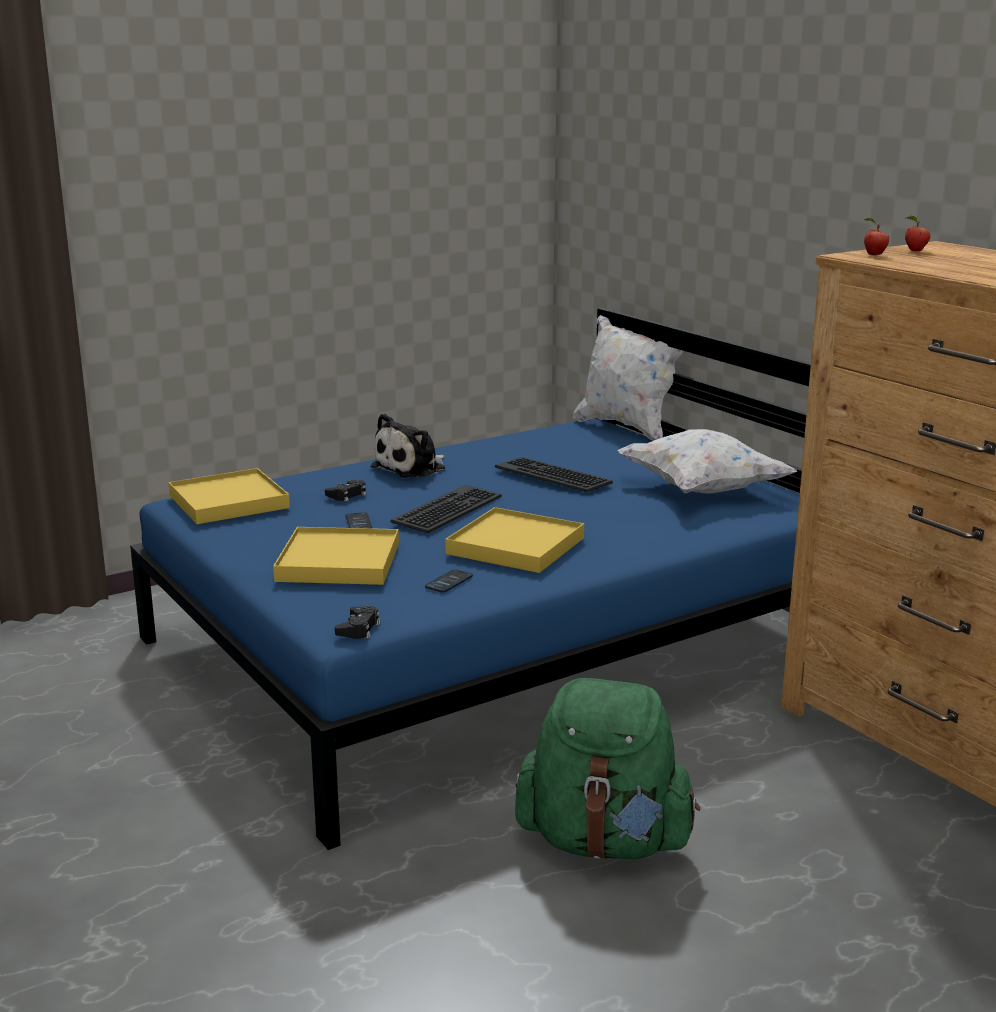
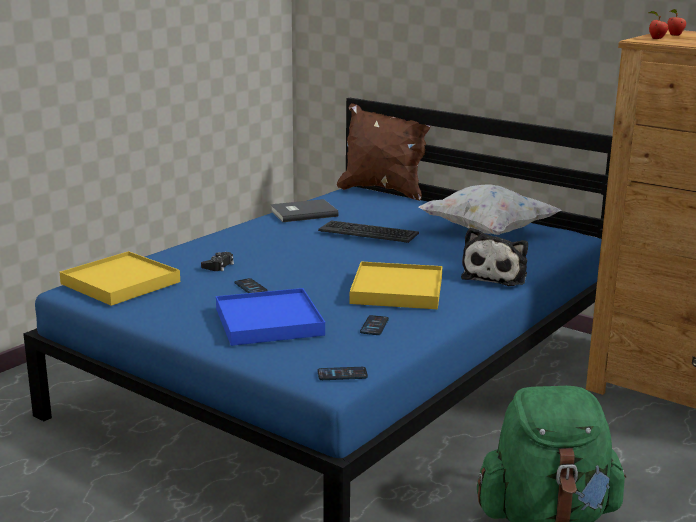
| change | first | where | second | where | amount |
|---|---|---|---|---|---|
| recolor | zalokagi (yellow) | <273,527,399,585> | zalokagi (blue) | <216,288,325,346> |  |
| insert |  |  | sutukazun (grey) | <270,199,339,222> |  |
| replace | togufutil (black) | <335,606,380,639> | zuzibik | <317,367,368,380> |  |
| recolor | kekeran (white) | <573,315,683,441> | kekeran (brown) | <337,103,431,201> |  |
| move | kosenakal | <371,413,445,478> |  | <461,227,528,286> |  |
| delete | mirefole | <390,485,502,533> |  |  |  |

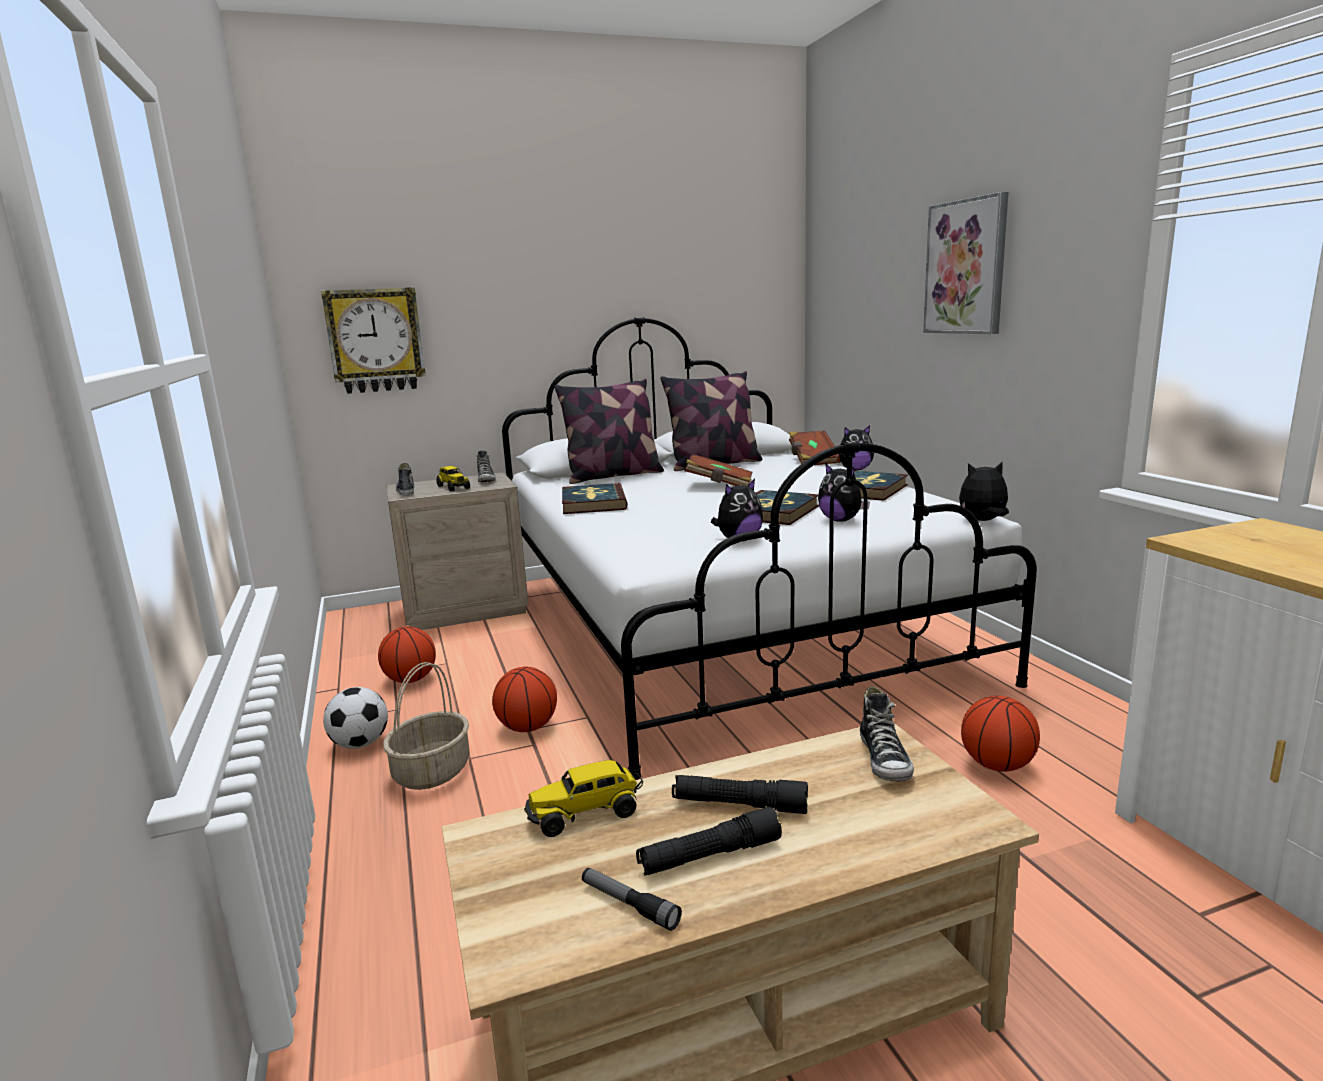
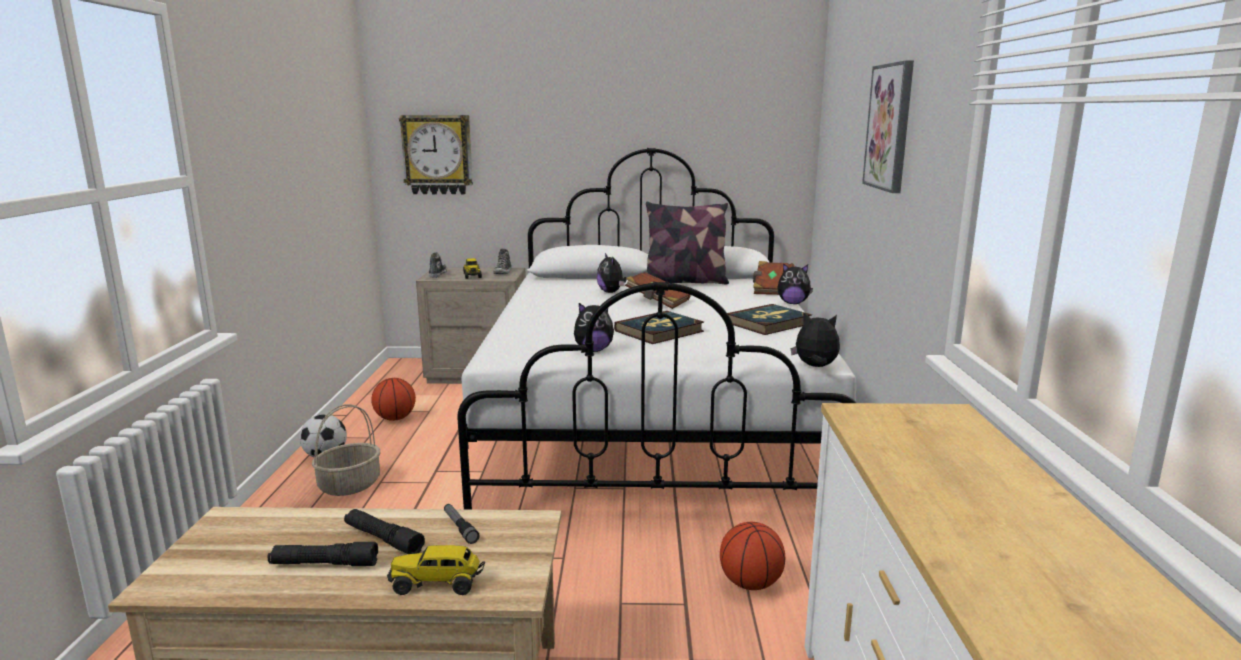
| change | first | where | second | where | amount |
|---|---|---|---|---|---|
| move | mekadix | <524,760,643,837> |  | <387,545,485,595> |  |
| move | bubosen | <582,868,682,931> |  | <444,504,480,544> |  |
| move | kosenakal | <818,463,870,522> |  | <597,253,627,293> |  |
| delete | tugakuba | <492,666,557,732> |  |  |  |
| delete | kekeran | <554,379,664,484> |  |  |  |
| delete | sutukazun | <562,483,627,514> |  |  |  |
| delete | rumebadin | <860,686,914,782> |  |  |  |

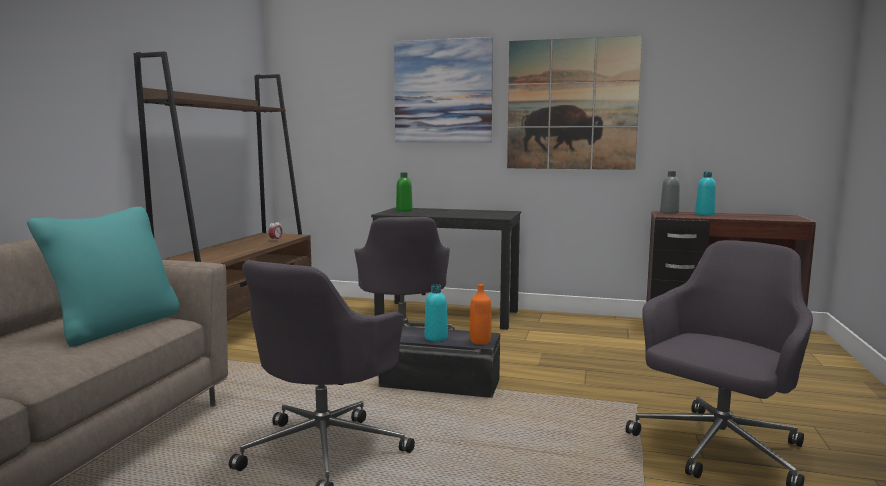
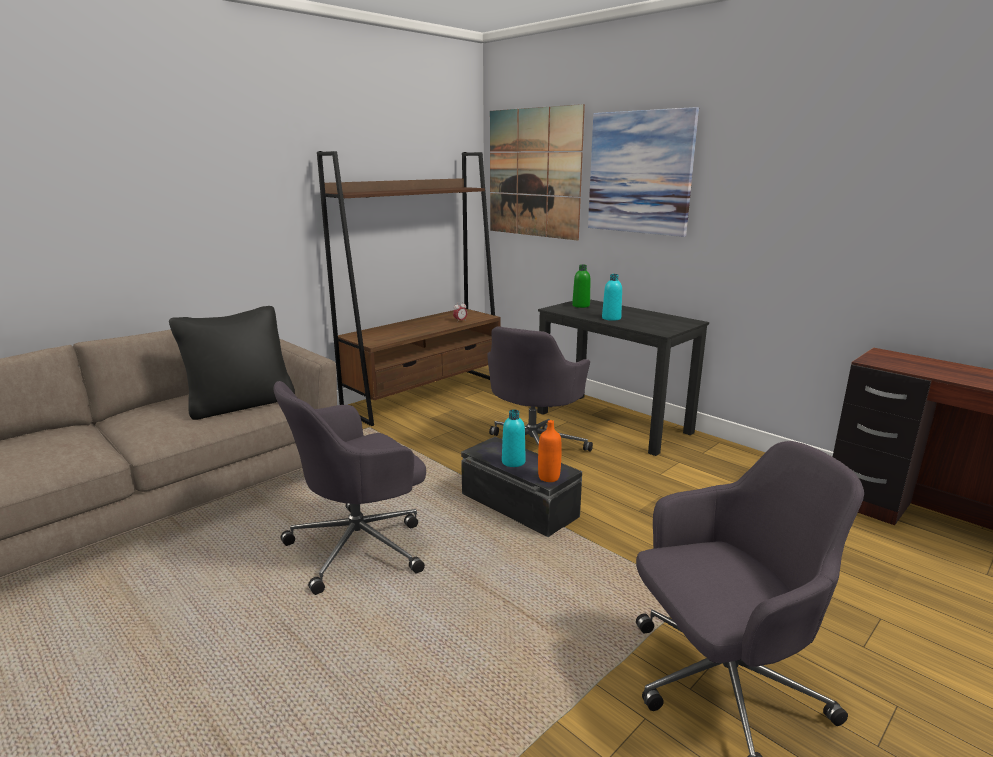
| change | first | where | second | where | amount |
|---|---|---|---|---|---|
| recolor | kekeran (turquoise) | <27,207,179,347> | kekeran (black) | <169,306,295,420> |  |
| move | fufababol | <507,35,642,170> |  | <490,104,585,241> |  |
| move | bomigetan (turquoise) | <695,172,716,215> |  | <602,274,622,321> |  |
| delete | bomigetan (grey) | <660,171,680,214> |  |  |  |

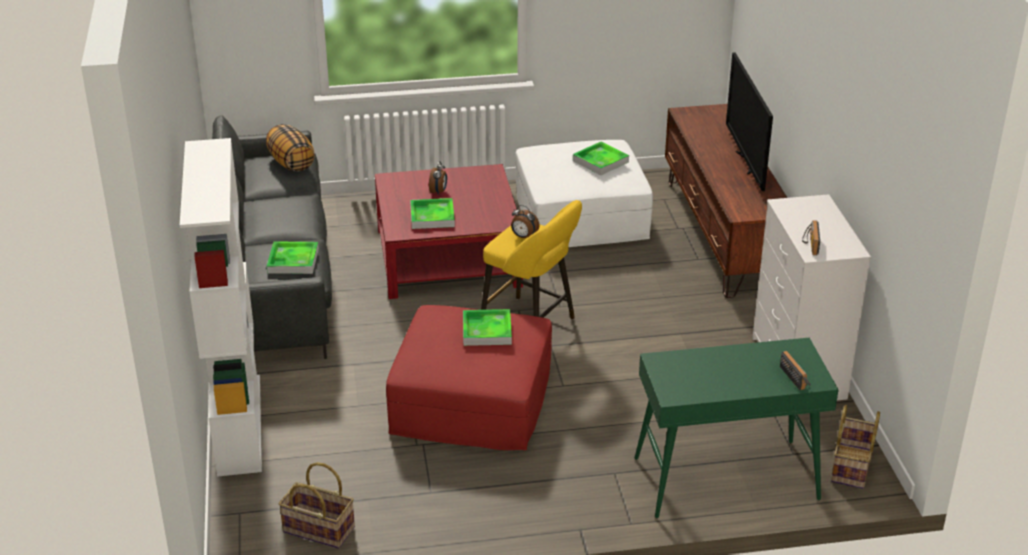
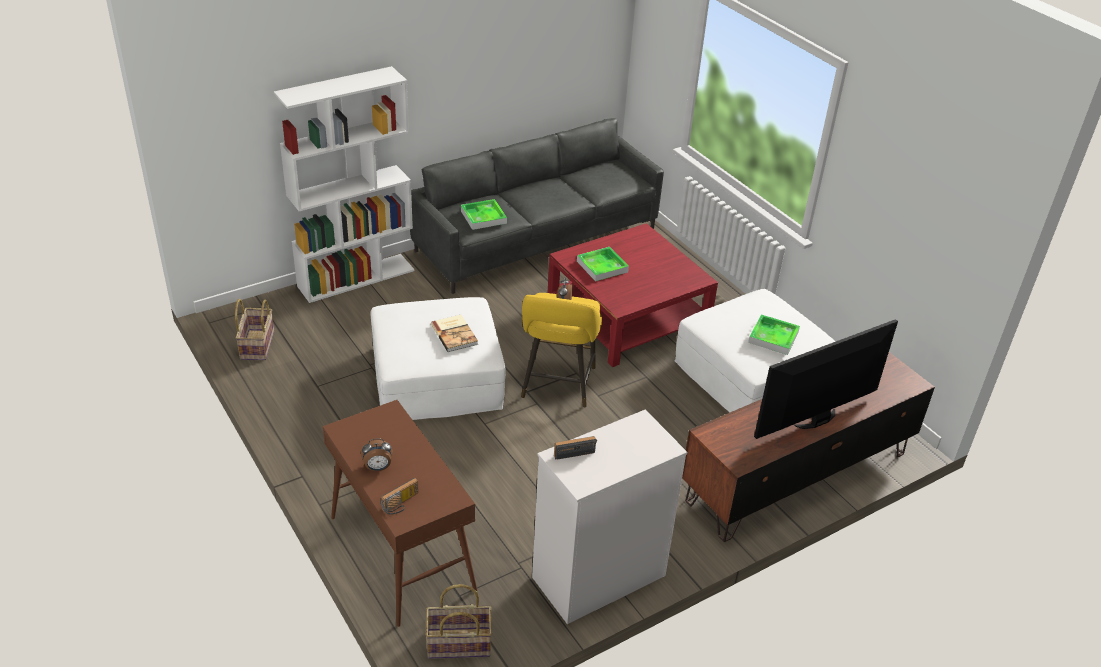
| change | first | where | second | where | amount |
|---|---|---|---|---|---|
| recolor | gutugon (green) | <635,338,839,518> | gutugon (brown) | <323,400,477,627> |  |
| move | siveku | <429,161,447,194> |  | <361,438,393,471> |  |
| recolor | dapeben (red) | <386,305,552,450> | dapeben (white) | <371,297,506,420> |  |
| replace | zalokagi | <463,309,512,346> | sutukazun | <431,315,478,352> |  |
| delete | kekeran | <266,125,315,171> |  |  |  |

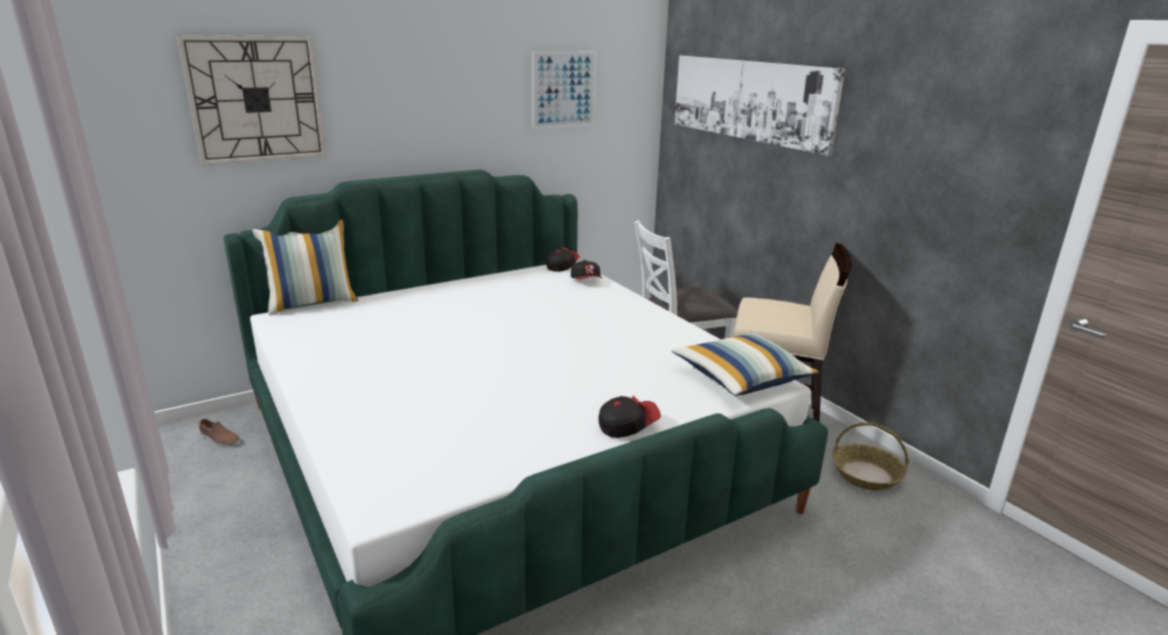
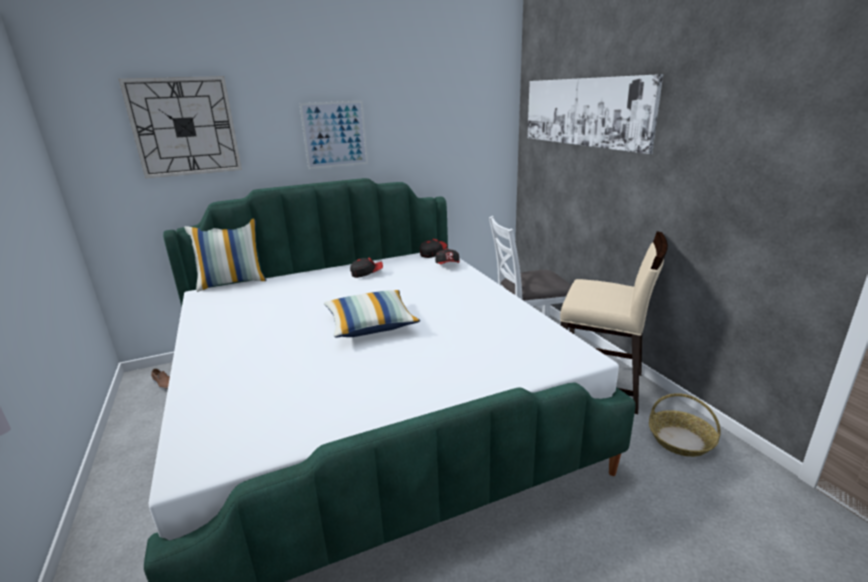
| change | first | where | second | where | amount |
|---|---|---|---|---|---|
| move | fufababol | <532,51,597,129> |  | <299,101,368,169> |  |
| move | kekeran | <672,332,819,396> |  | <324,290,420,337> |  |
| move | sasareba | <598,396,661,438> |  | <350,257,383,278> |  |

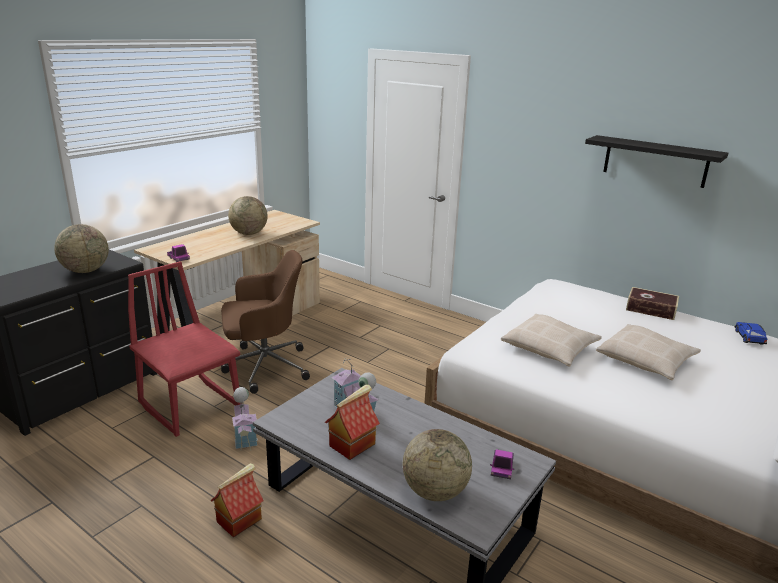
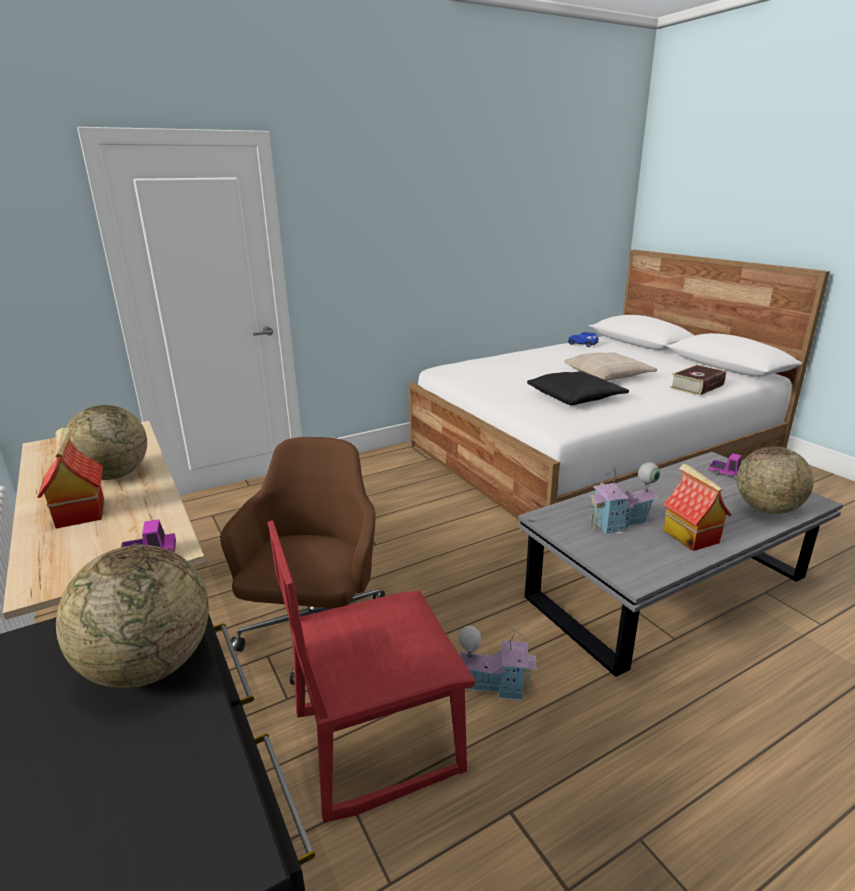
| change | first | where | second | where | amount |
|---|---|---|---|---|---|
| move | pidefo | <211,463,264,537> |  | <37,427,104,529> |  |
| recolor | kekeran (beige) | <501,314,602,366> | kekeran (black) | <527,371,629,406> |  |
| move | sutukazun | <626,287,679,320> |  | <670,365,726,396> |  |
| delete | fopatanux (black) | <585,135,728,188> |  |  |  |

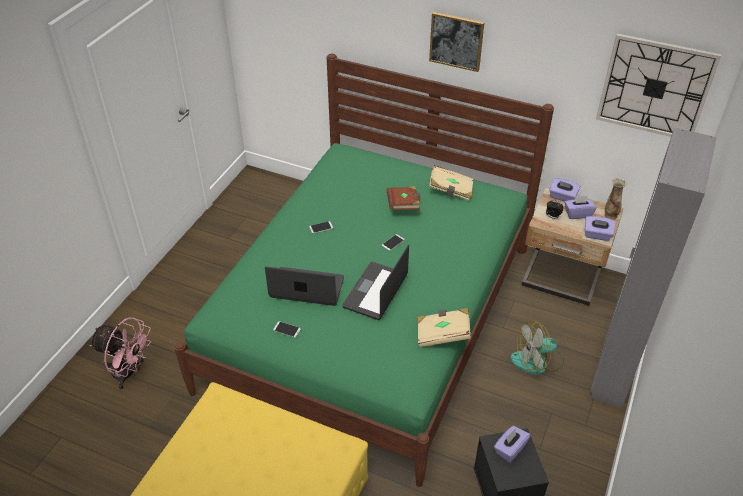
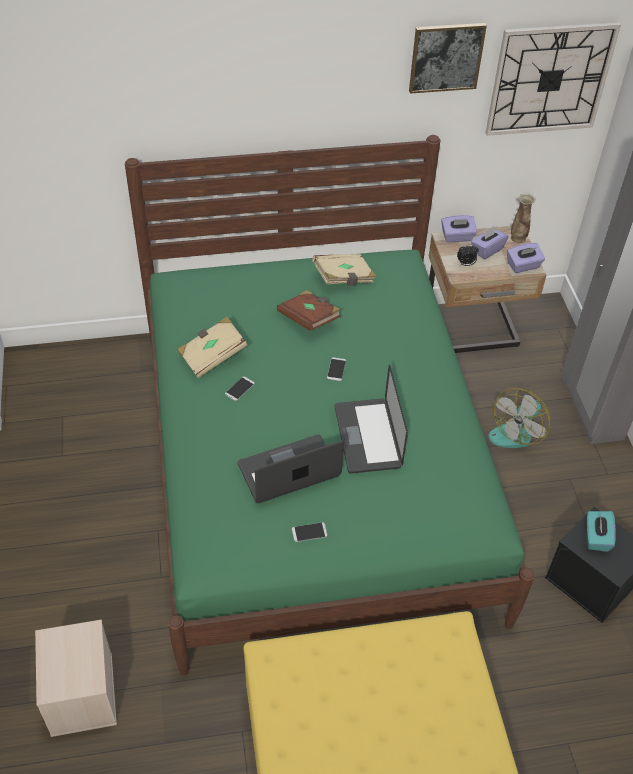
| change | first | where | second | where | amount |
|---|---|---|---|---|---|
| replace | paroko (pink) | <90,317,151,389> | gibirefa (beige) | <35,619,117,737> |  |
| move | sutukazun (beige) | <417,308,471,347> |  | <177,317,247,378> |  |
| move | fufababol | <429,12,485,72> |  | <409,23,487,94> |  |
| recolor | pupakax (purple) | <494,426,531,463> | pupakax (turquoise) | <587,511,616,552> |  |

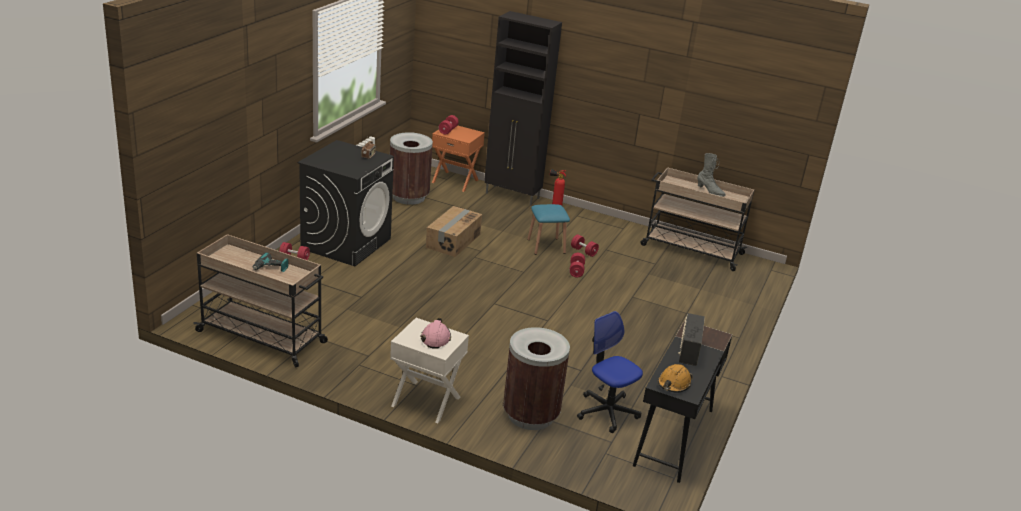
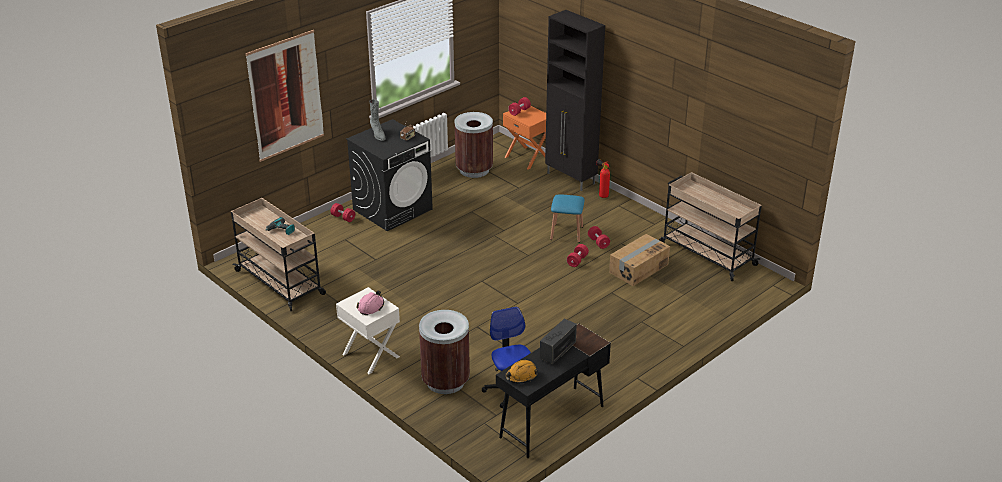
| change | first | where | second | where | amount |
|---|---|---|---|---|---|
| insert |  |  | fufababol | <246,30,324,162> |  |
| move | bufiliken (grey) | <697,153,726,197> |  | <369,100,386,141> |  |
| move | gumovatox | <426,206,482,257> |  | <609,234,670,286> |  |

